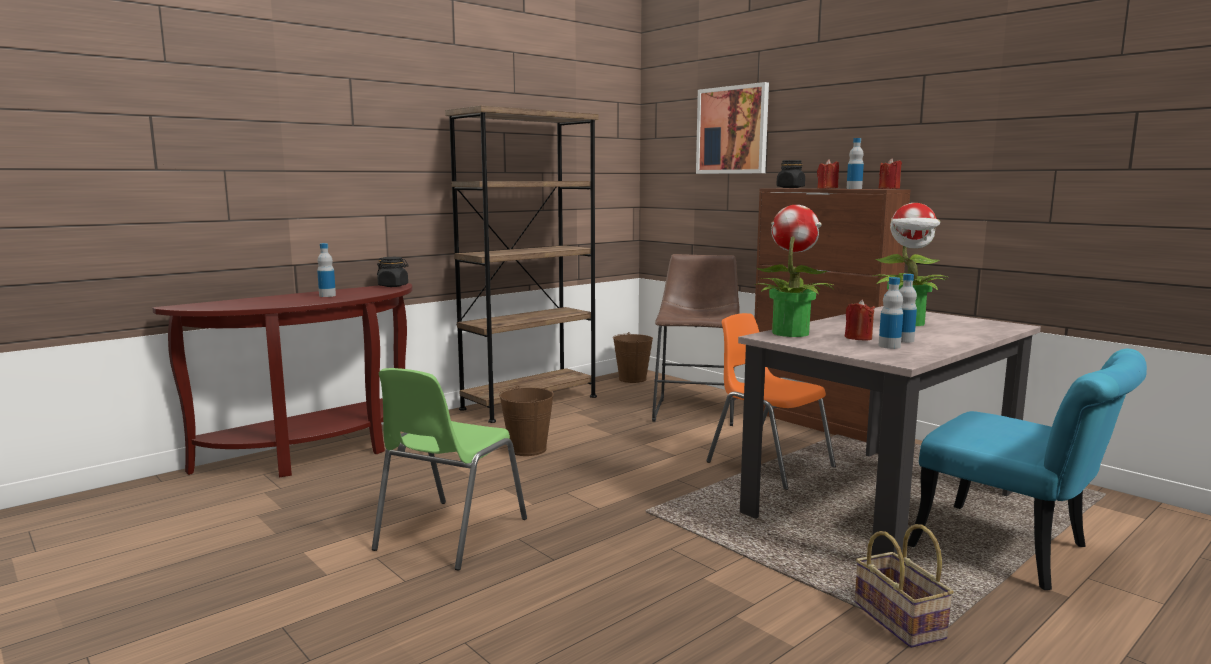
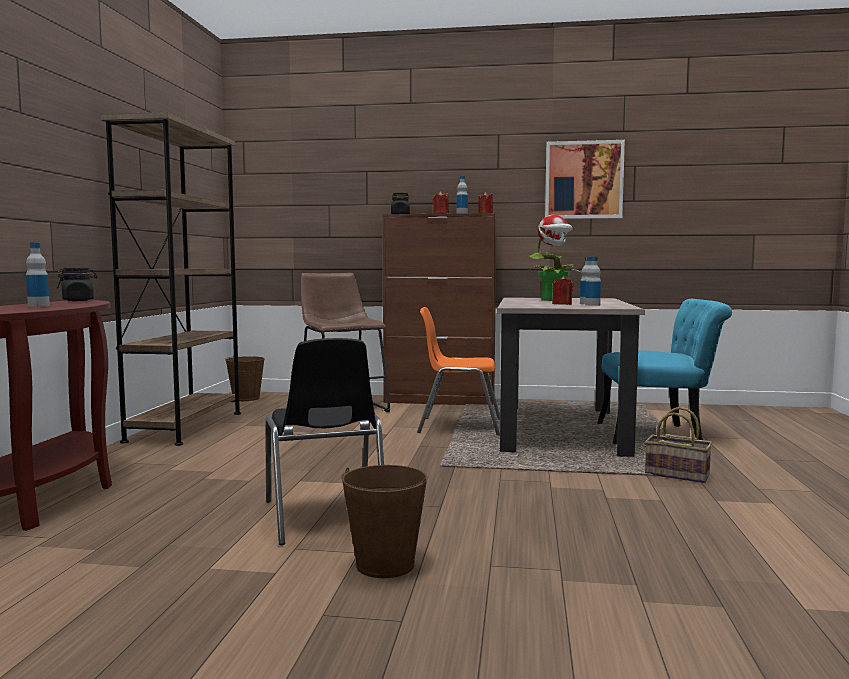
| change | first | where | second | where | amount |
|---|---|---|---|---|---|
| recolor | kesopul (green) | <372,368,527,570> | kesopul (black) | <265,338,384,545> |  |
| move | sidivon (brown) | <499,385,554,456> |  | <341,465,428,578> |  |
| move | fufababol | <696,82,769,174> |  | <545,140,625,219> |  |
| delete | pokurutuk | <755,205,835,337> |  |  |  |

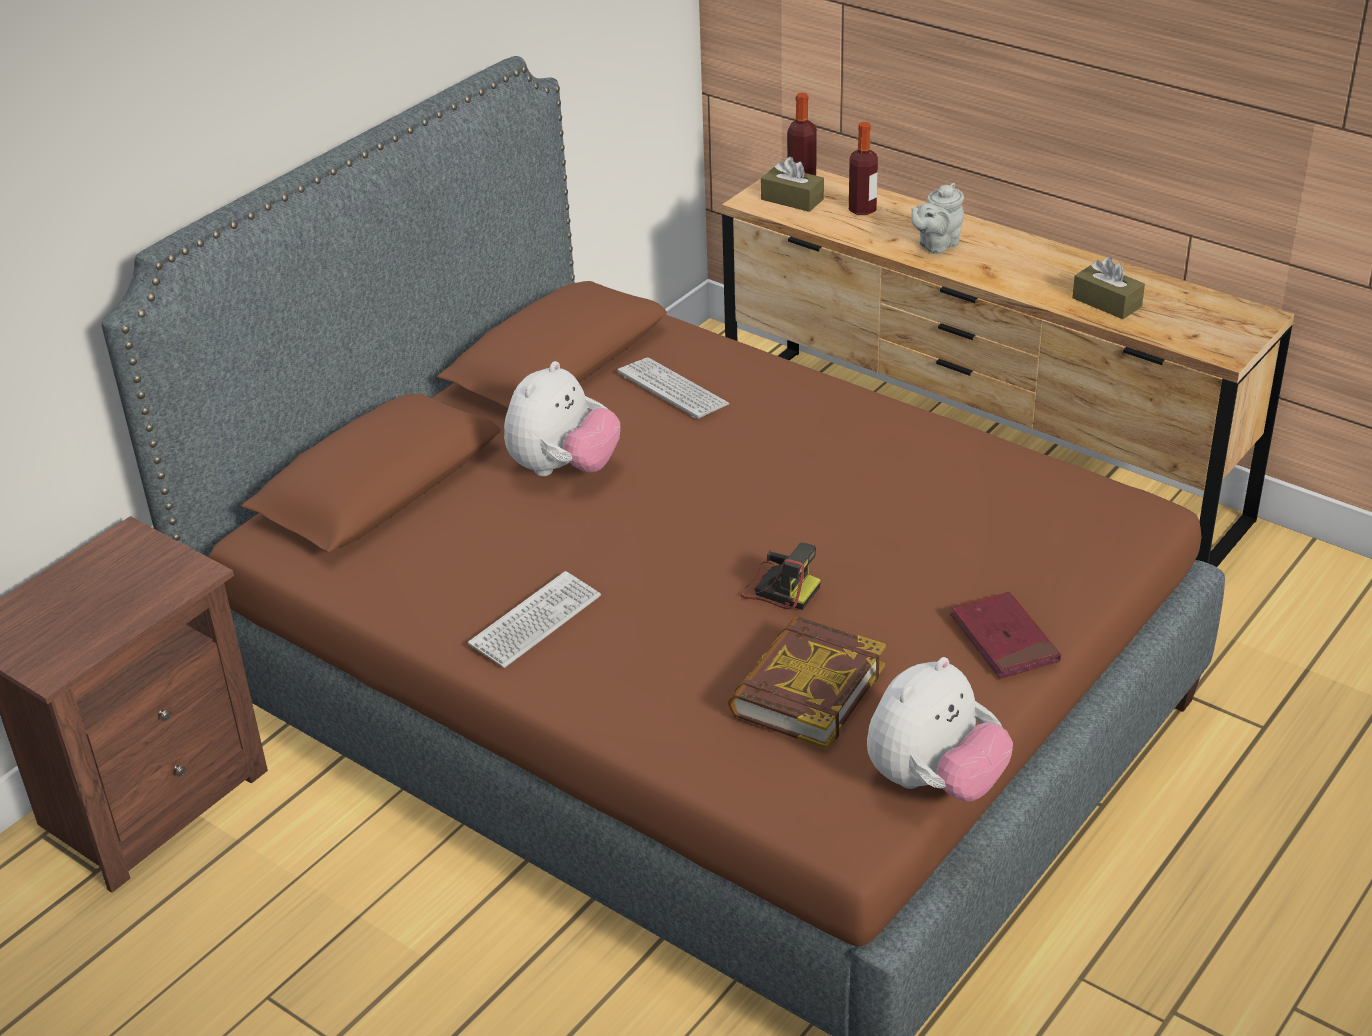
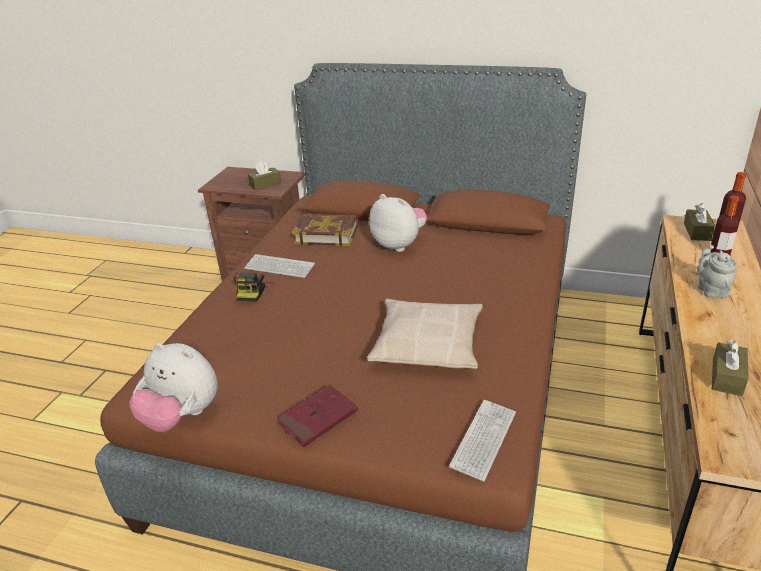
| change | first | where | second | where | amount |
|---|---|---|---|---|---|
| move | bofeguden | <740,543,821,610> |  | <234,272,274,302> |  |
| insert |  |  | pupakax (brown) | <248,161,281,190> |  |
| move | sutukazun | <728,616,886,749> |  | <292,213,358,246> |  |
| insert |  |  | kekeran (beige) | <367,299,483,369> |  |
| rotate | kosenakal | <504,361,620,476> |  | <369,194,427,252> | 150 degrees counterclockwise |
| move | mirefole | <618,357,730,419> |  | <449,400,516,482> |  |
| rotate | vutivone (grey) | <911,183,964,254> |  | <697,245,737,298> | 60 degrees clockwise |

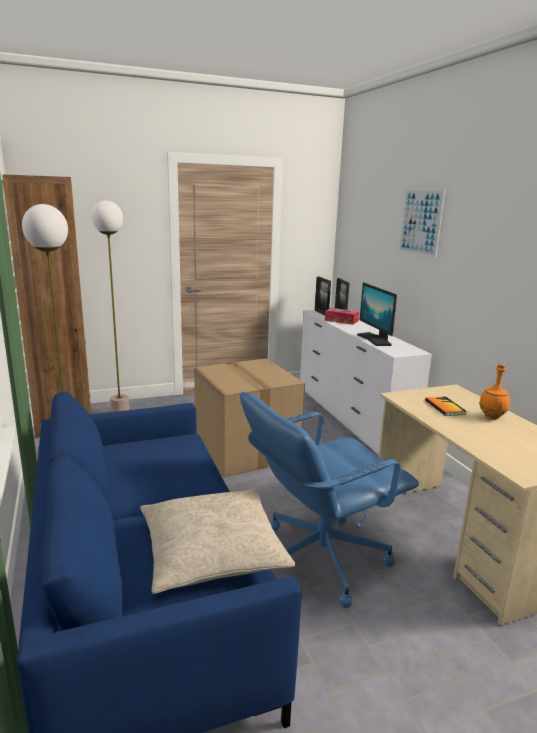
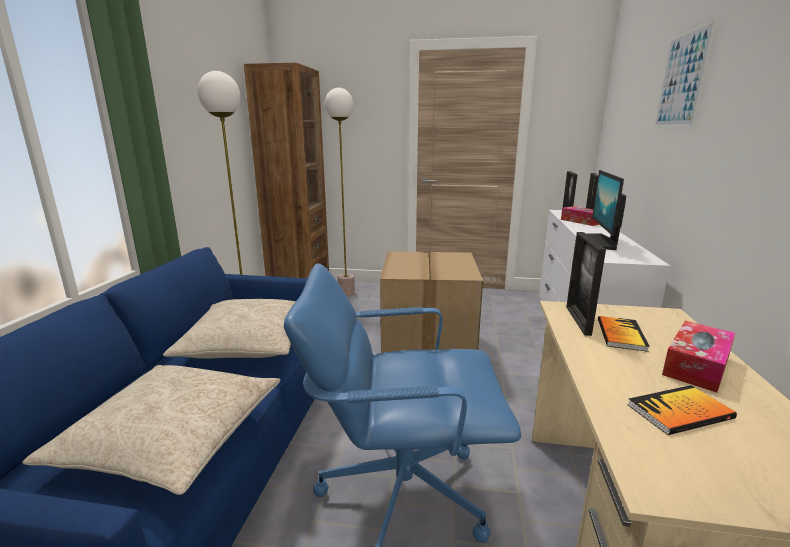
| change | first | where | second | where | amount |
|---|---|---|---|---|---|
| insert |  |  | kekeran (beige) | <163,299,296,359> |  |
| insert |  |  | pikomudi | <566,232,606,336> |  |
| insert |  |  | sutukazun | <627,385,737,435> |  |
| replace | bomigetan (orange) | <479,364,510,419> | pupakax | <662,321,735,392> |  |

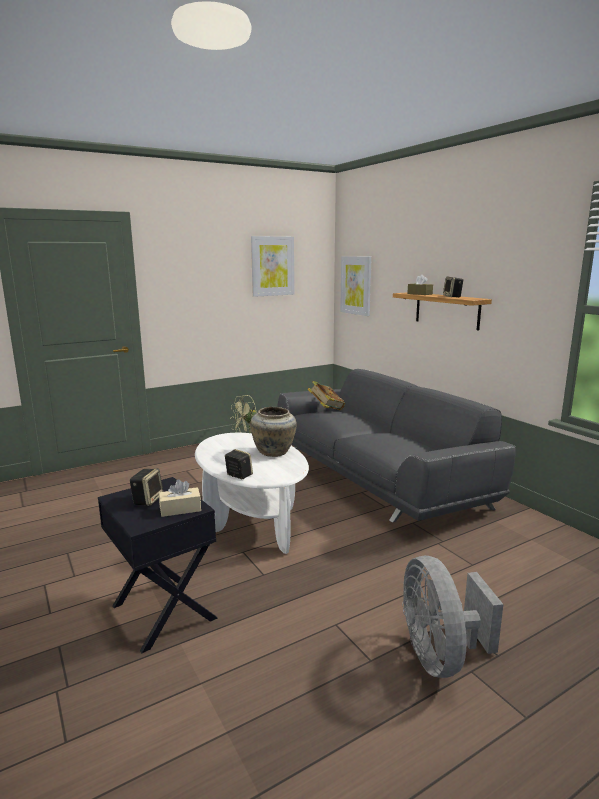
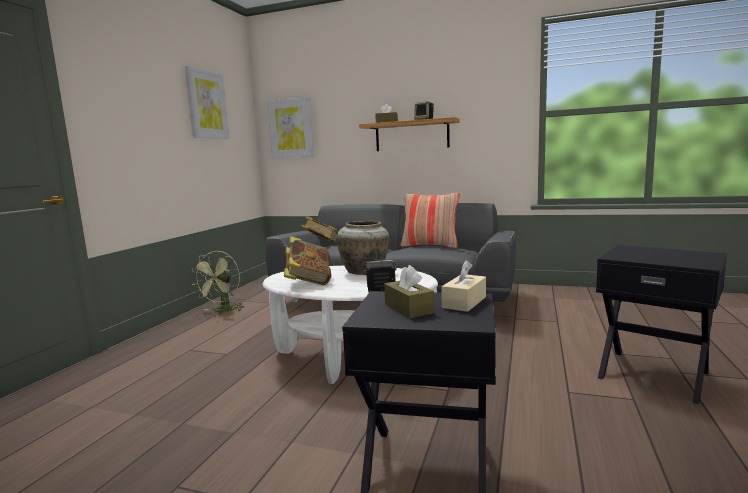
| change | first | where | second | where | amount |
|---|---|---|---|---|---|
| insert |  |  | sutukazun | <284,236,331,285> |  |
| replace | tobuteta | <129,468,163,506> | pupakax (brown) | <384,265,434,319> |  |
| insert |  |  | kekeran | <401,193,460,248> |  |
| replace | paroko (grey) | <402,556,503,678> | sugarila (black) | <596,245,727,404> |  |

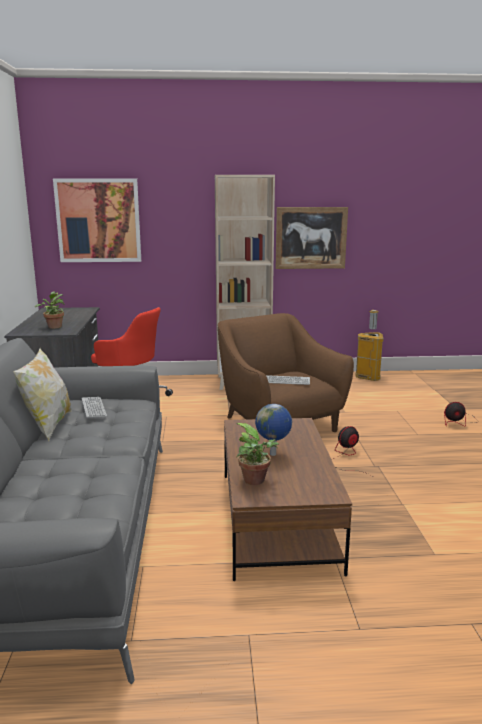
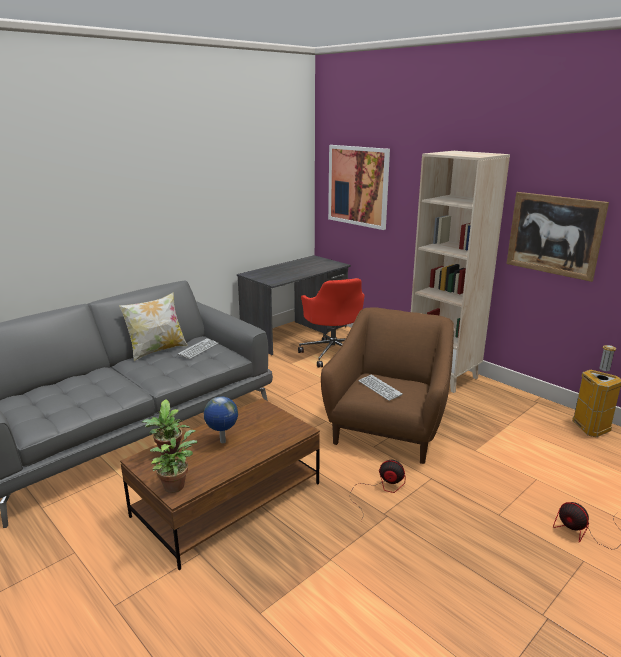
| change | first | where | second | where | amount |
|---|---|---|---|---|---|
| move | pokurutuk | <35,292,65,329> |  | <150,430,197,493> |  |

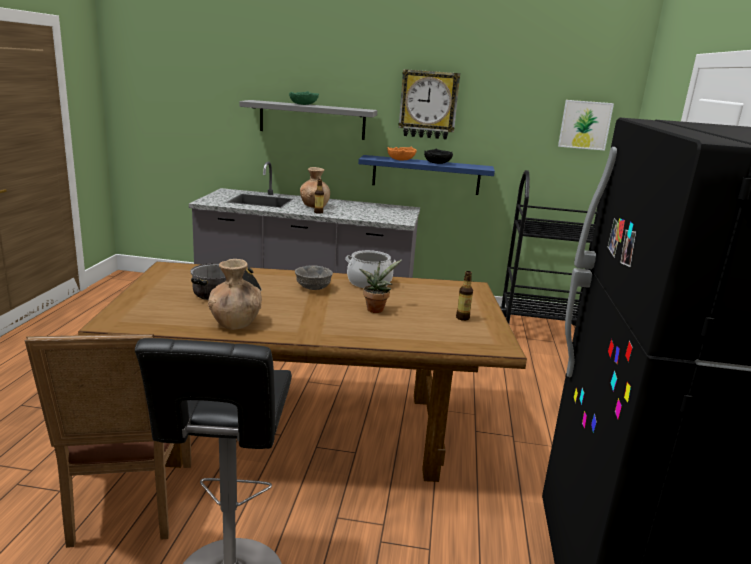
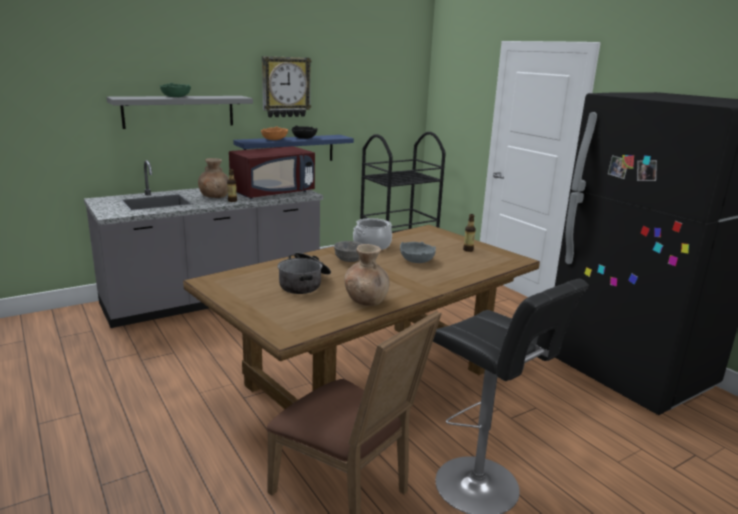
| change | first | where | second | where | amount |
|---|---|---|---|---|---|
| insert |  |  | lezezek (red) | <229,146,315,199> |  |
| replace | pokurutuk | <360,260,402,313> | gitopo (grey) | <400,242,436,263> |  |
| delete | fufababol | <558,100,614,151> |  |  |  |

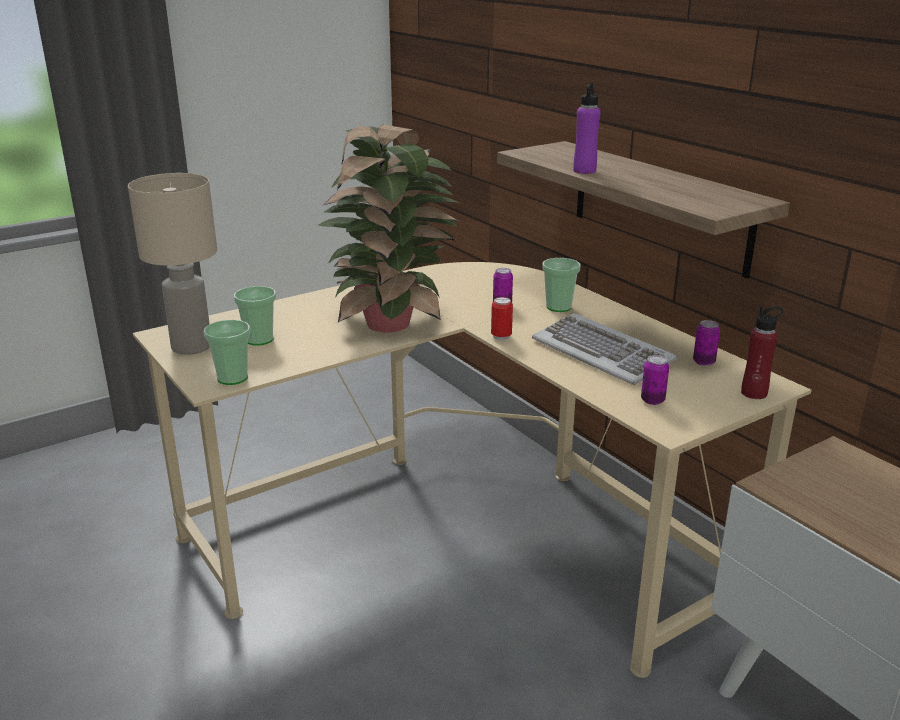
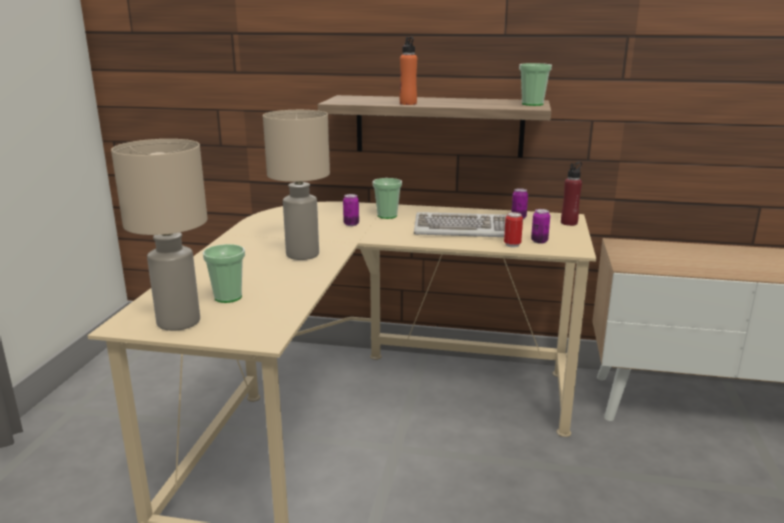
| change | first | where | second | where | amount |
|---|---|---|---|---|---|
| replace | pokurutuk | <318,124,460,333> | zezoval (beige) | <263,110,330,260> |  |
| recolor | bomigetan (purple) | <573,83,600,174> | bomigetan (orange) | <400,37,417,105> |  |
| move | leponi | <491,297,513,340> |  | <504,212,523,248> |  |
| move | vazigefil | <203,320,250,385> |  | <519,63,552,106> |  |

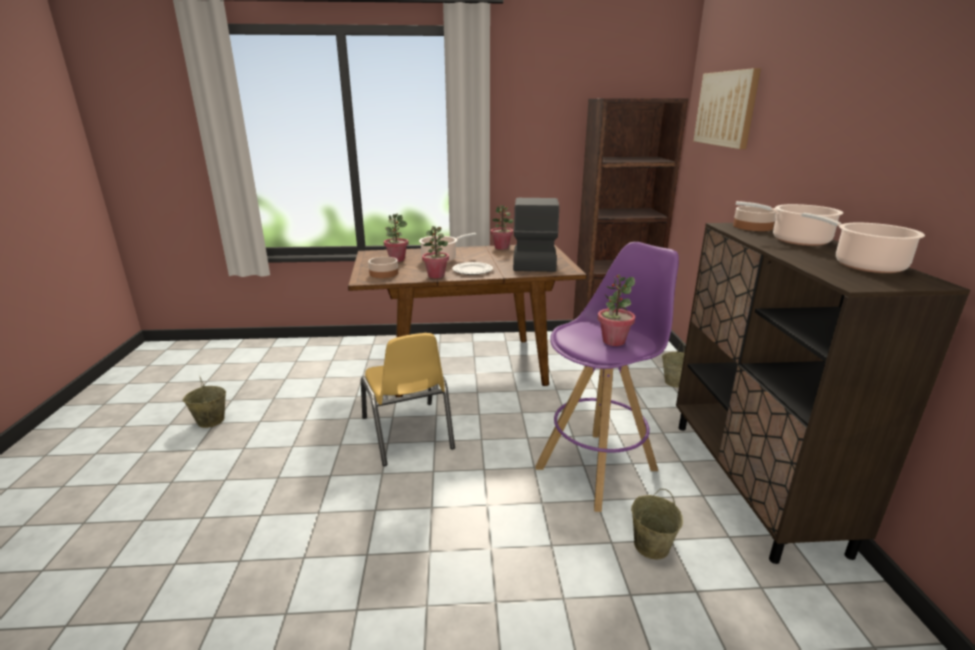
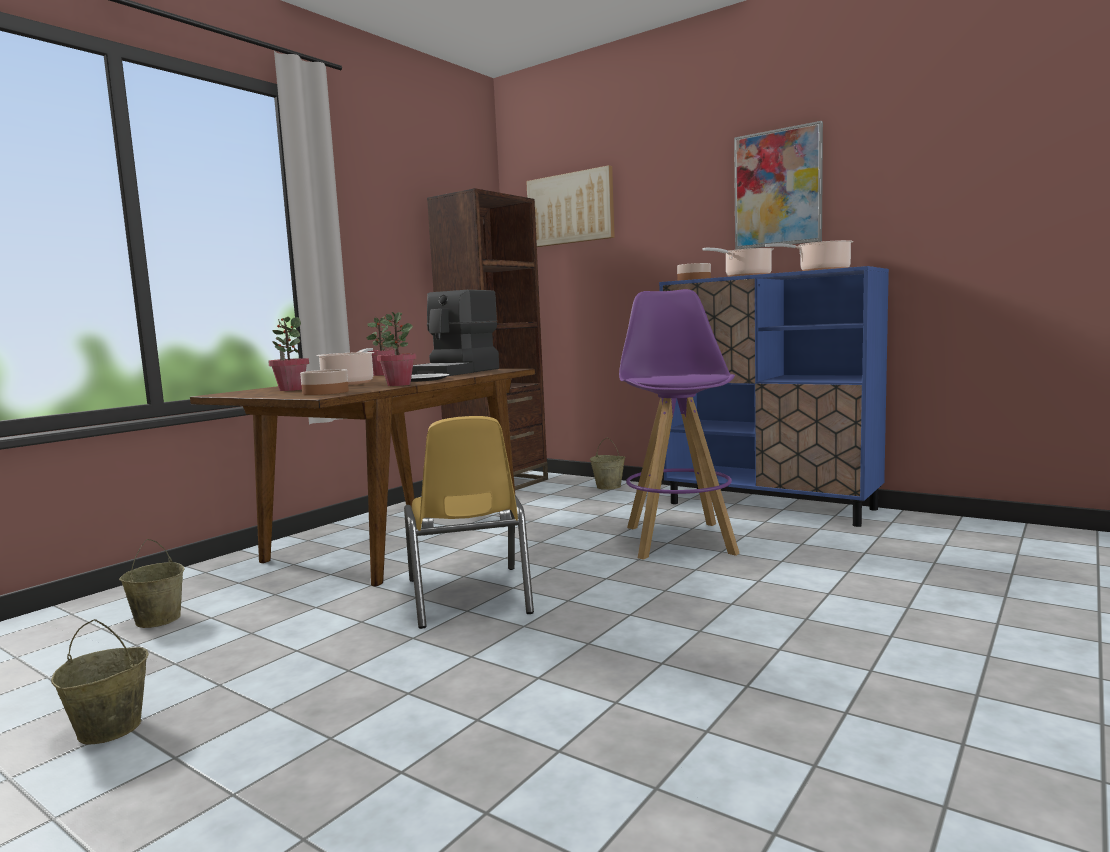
| change | first | where | second | where | amount |
|---|---|---|---|---|---|
| move | sidivon (beige) | <631,489,683,559> |  | <119,539,184,628> |  |
| rotate | kesopul (yellow) | <361,333,455,466> |  | <404,416,534,629> | 60 degrees clockwise |
| rotate | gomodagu | <513,198,559,272> |  | <412,290,499,376> | 105 degrees counterclockwise |
| recolor | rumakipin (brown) | <676,222,970,564> | rumakipin (blue) | <659,266,889,527> |  |
| insert |  |  | fufababol | <734,121,823,250> |  |
| delete | pokurutuk | <598,275,635,346> |  |  |  |

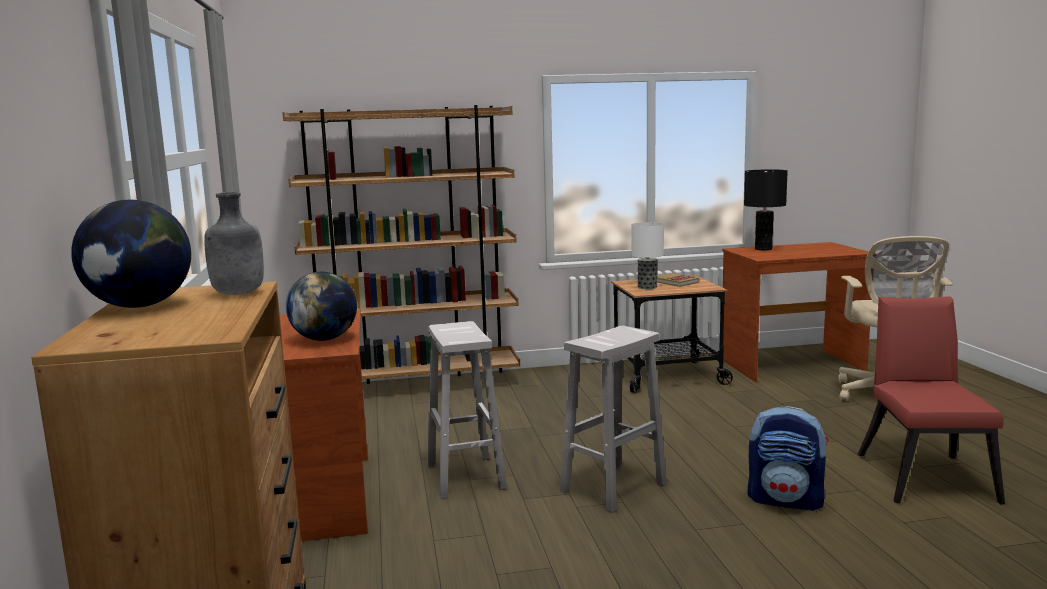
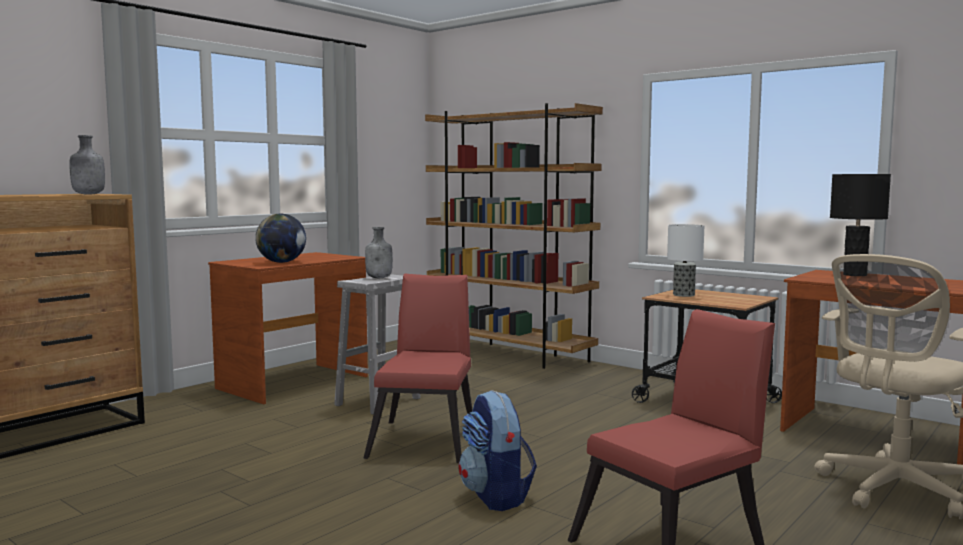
| change | first | where | second | where | amount |
|---|---|---|---|---|---|
| replace | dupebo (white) | <560,325,667,513> | kesopul (red) | <363,273,473,463> |  |
| insert |  |  | bomigetan (grey) | <365,227,393,278> |  |
| delete | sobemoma | <71,200,191,308> |  |  |  |
| delete | sutukazun | <657,273,700,287> |  |  |  |

